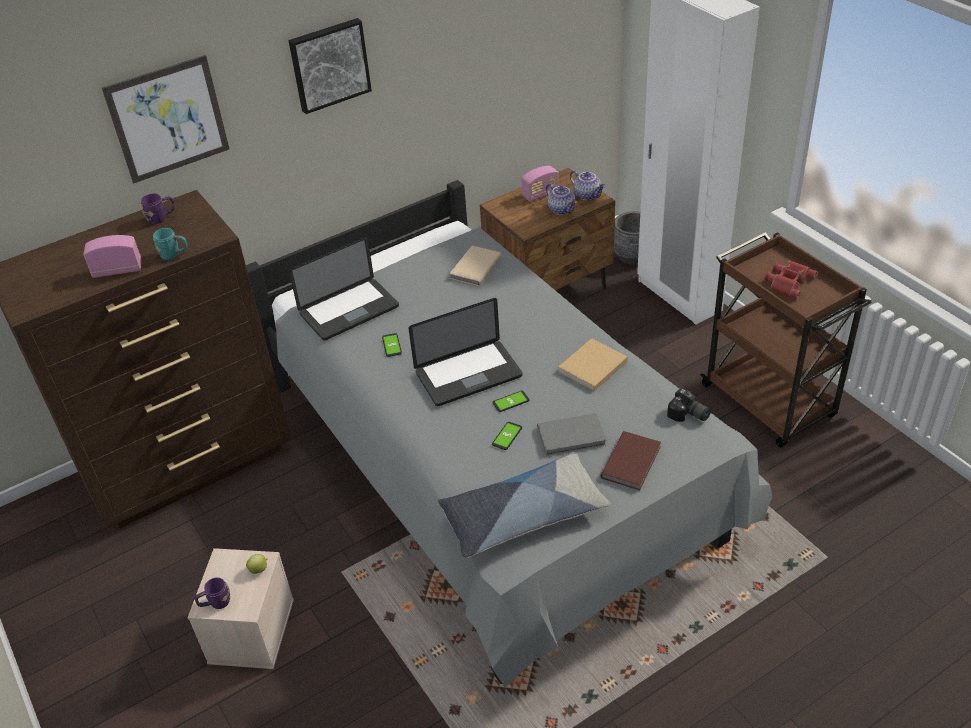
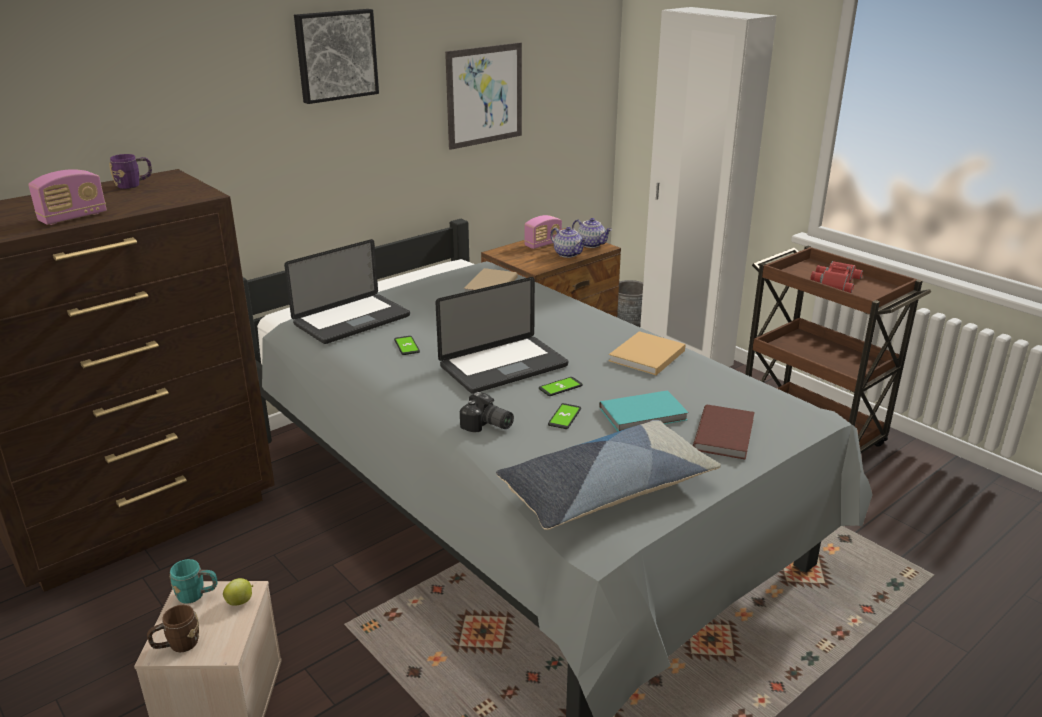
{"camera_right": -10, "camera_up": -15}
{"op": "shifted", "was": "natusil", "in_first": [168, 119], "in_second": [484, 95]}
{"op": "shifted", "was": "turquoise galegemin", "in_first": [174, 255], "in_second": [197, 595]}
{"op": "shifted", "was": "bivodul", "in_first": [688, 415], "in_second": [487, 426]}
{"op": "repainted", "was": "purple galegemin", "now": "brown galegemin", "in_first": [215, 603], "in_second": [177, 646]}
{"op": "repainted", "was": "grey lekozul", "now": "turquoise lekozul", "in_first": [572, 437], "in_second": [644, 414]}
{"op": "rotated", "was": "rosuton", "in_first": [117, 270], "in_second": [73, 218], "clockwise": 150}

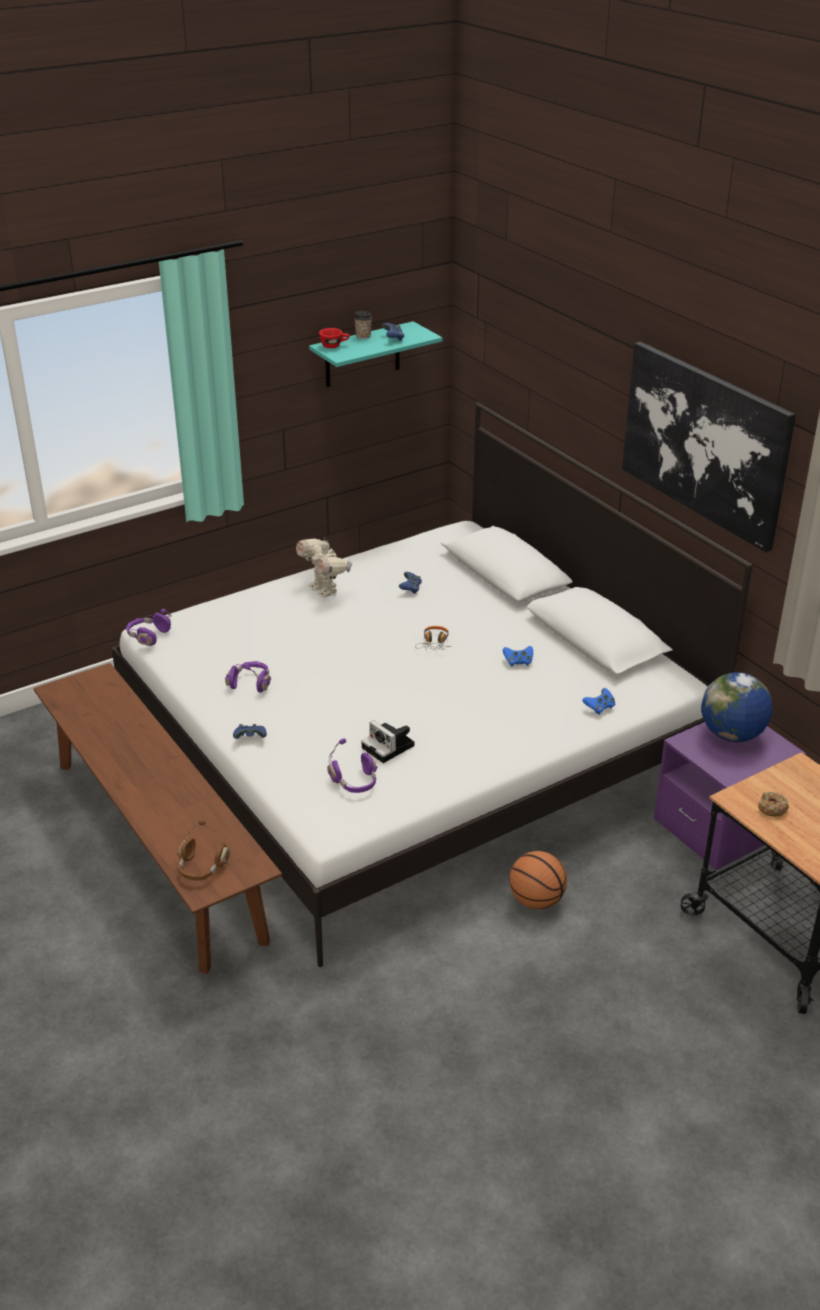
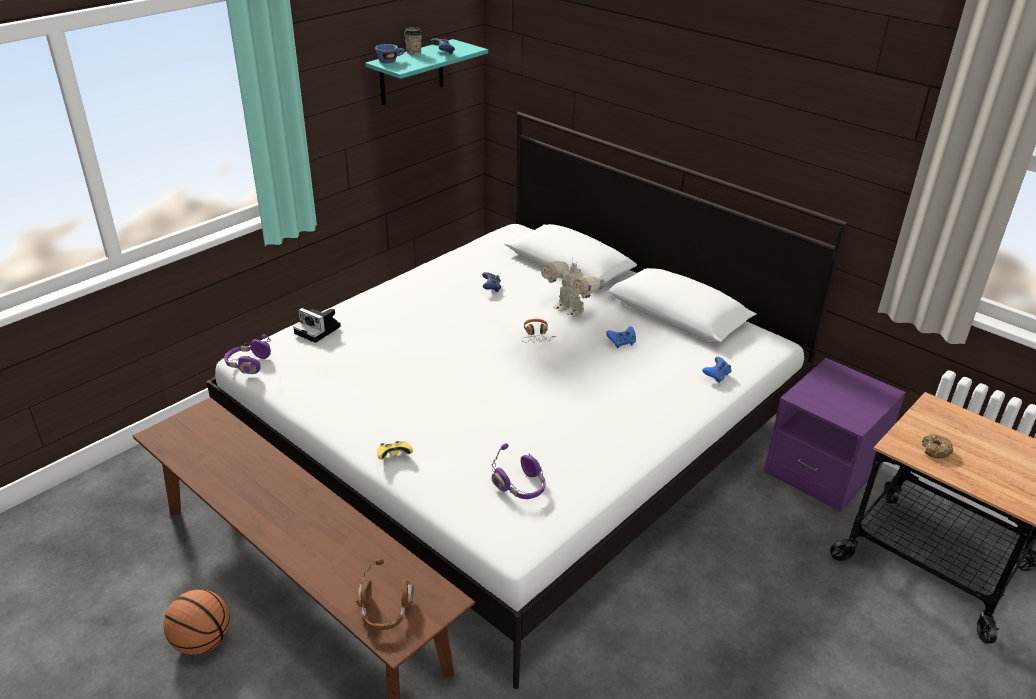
{"camera_right": -15, "camera_up": 0}
{"op": "gone", "was": "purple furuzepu", "in_first": [251, 683]}
{"op": "gone", "was": "natusil", "in_first": [704, 443]}
{"op": "gone", "was": "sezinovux", "in_first": [732, 735]}
{"op": "shifted", "was": "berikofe", "in_first": [325, 589], "in_second": [570, 309]}
{"op": "shifted", "was": "bivodul", "in_first": [389, 747], "in_second": [319, 330]}
{"op": "shifted", "was": "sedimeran", "in_first": [536, 900], "in_second": [202, 641]}
{"op": "repainted", "was": "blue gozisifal", "now": "yellow gozisifal", "in_first": [250, 738], "in_second": [394, 457]}
{"op": "repainted", "was": "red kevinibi", "now": "blue kevinibi", "in_first": [334, 346], "in_second": [390, 61]}

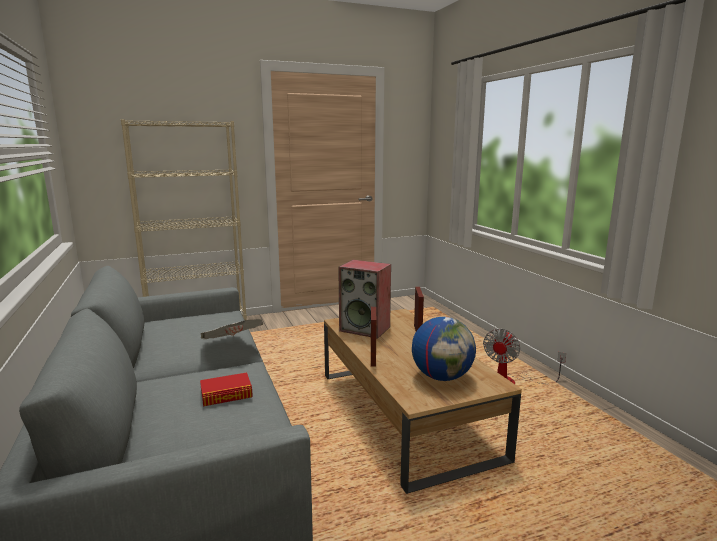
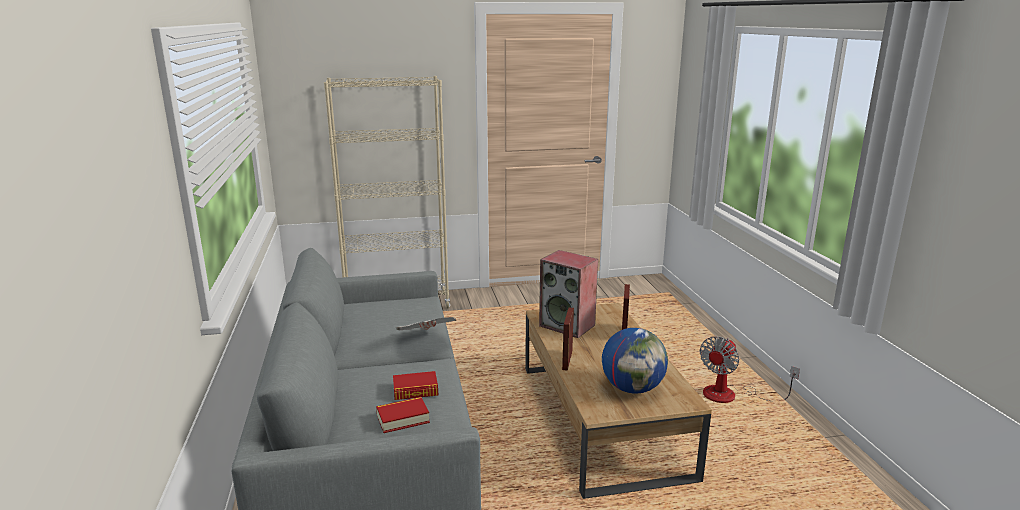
{"camera_right": 10, "camera_up": 5}
{"op": "new", "now": "lekozul", "in_second": [403, 419]}

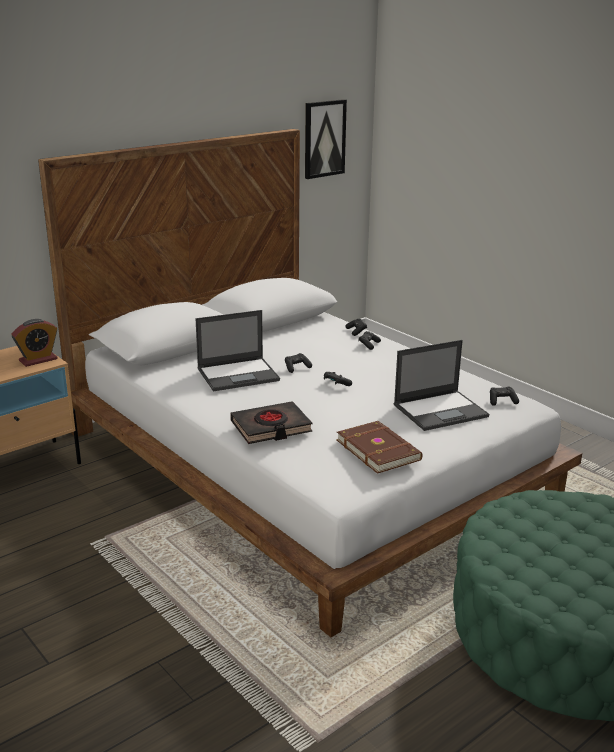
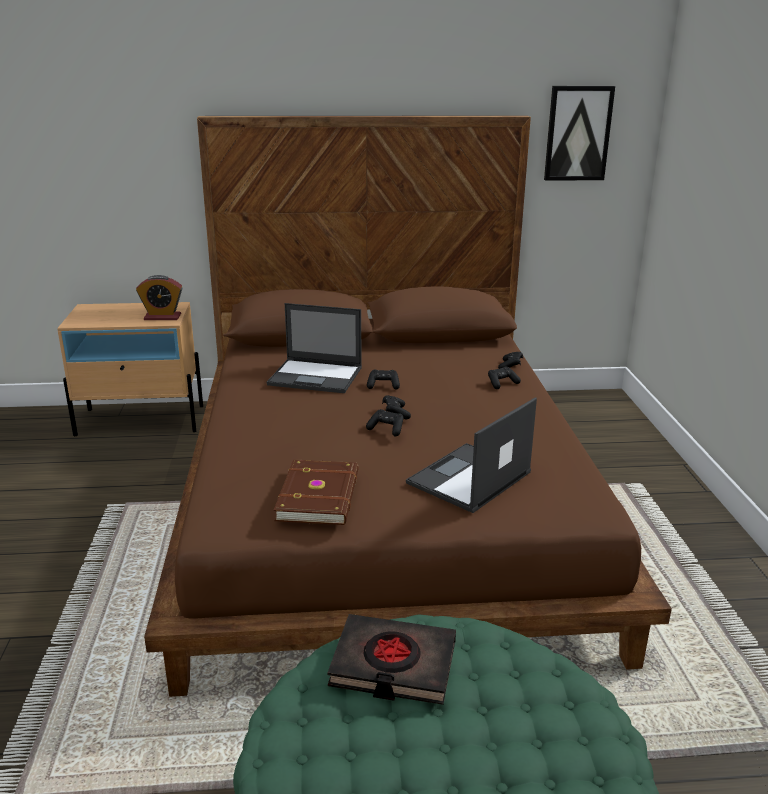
{"camera_right": 35, "camera_up": 0}
{"op": "shifted", "was": "black lekozul", "in_first": [271, 427], "in_second": [393, 665]}
{"op": "shifted", "was": "black gozisifal", "in_first": [502, 401], "in_second": [386, 429]}
{"op": "repainted", "was": "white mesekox", "now": "brown mesekox", "in_first": [306, 464], "in_second": [384, 503]}
{"op": "rotated", "was": "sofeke", "in_first": [441, 410], "in_second": [468, 478], "clockwise": 120}

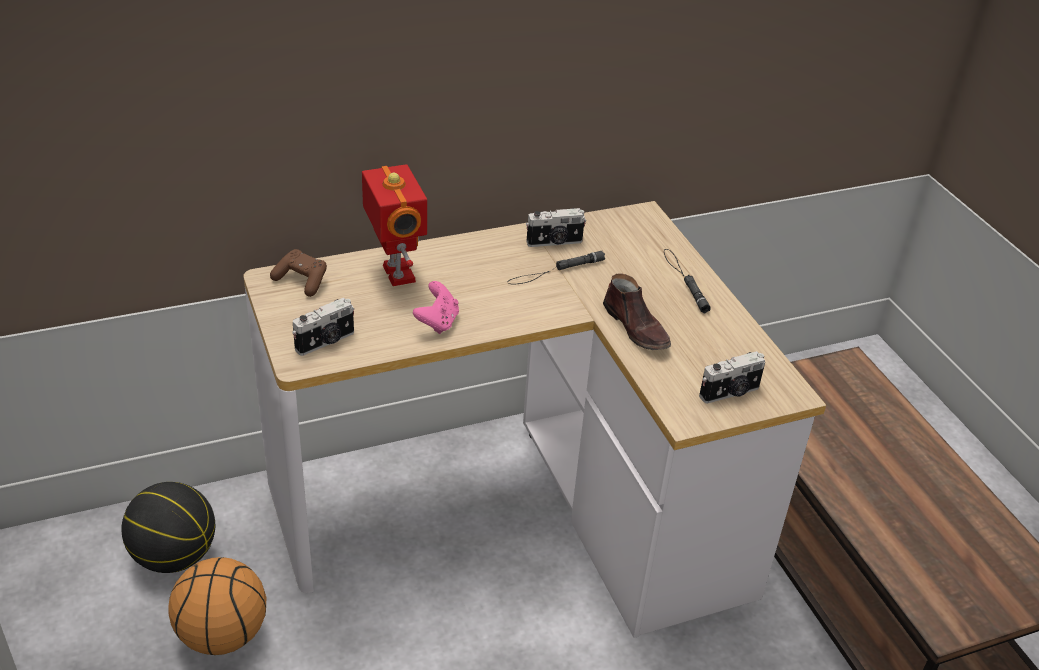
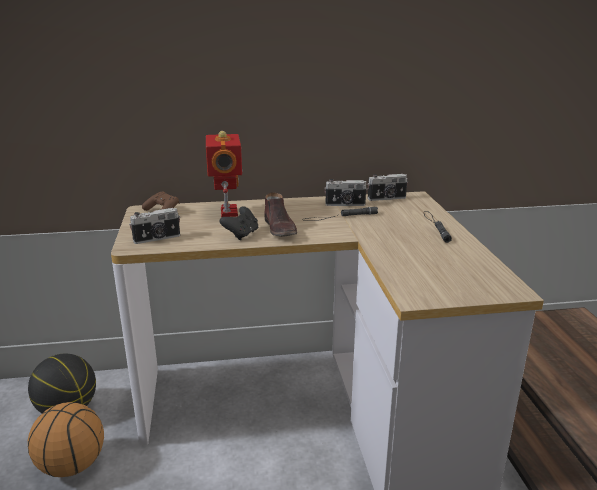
{"camera_right": 15, "camera_up": -15}
{"op": "shifted", "was": "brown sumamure", "in_first": [637, 328], "in_second": [280, 229]}
{"op": "shifted", "was": "bivodul", "in_first": [730, 393], "in_second": [387, 198]}
{"op": "repainted", "was": "pink gozisifal", "now": "black gozisifal", "in_first": [437, 322], "in_second": [241, 235]}

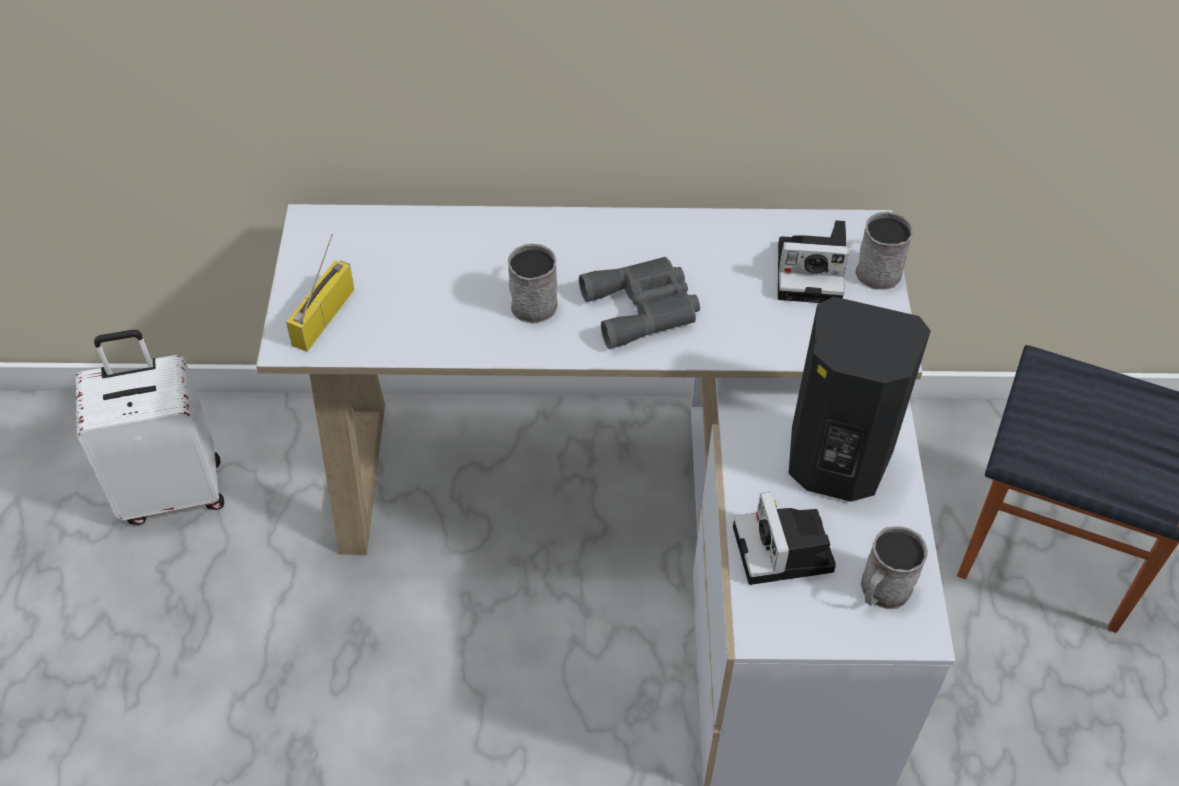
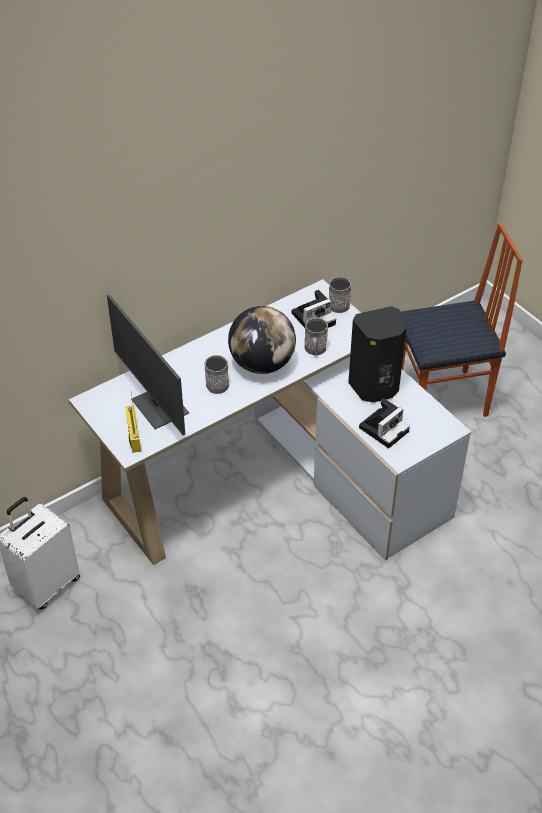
{"camera_right": -35, "camera_up": -5}
{"op": "new", "now": "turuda", "in_second": [158, 407]}
{"op": "shifted", "was": "grey galegemin", "in_first": [882, 591], "in_second": [315, 350]}
{"op": "swapped", "was": "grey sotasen", "now": "sezinovux", "in_first": [644, 308], "in_second": [262, 364]}
{"op": "rotated", "was": "bivodul", "in_first": [785, 552], "in_second": [384, 428], "clockwise": -90}

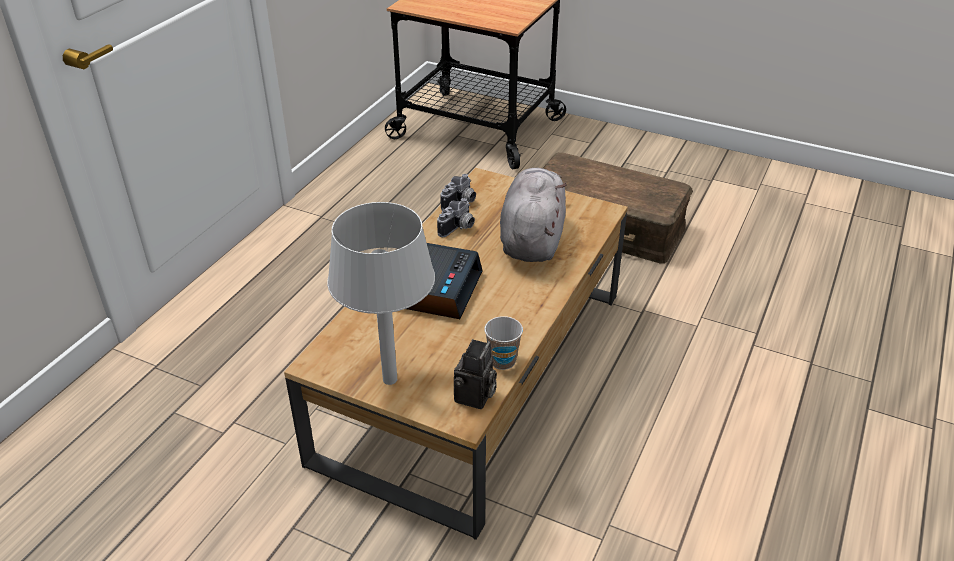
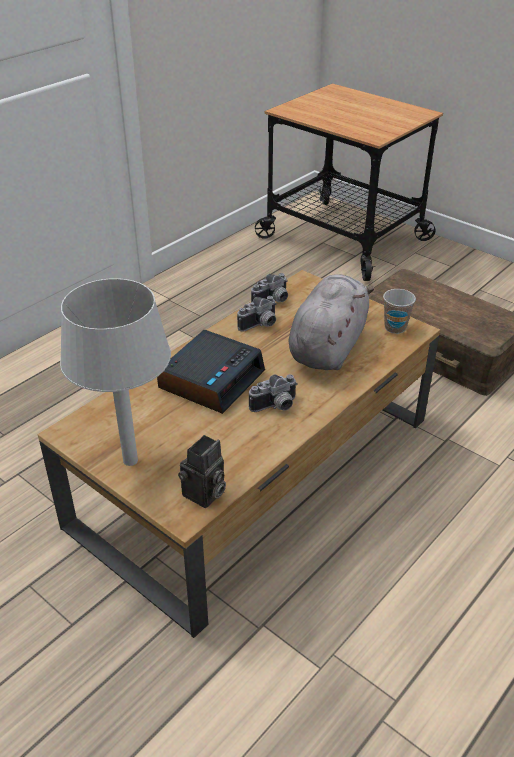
{"camera_right": 15, "camera_up": 0}
{"op": "new", "now": "bivodul", "in_second": [276, 407]}
{"op": "shifted", "was": "kevinibi", "in_first": [502, 361], "in_second": [395, 327]}

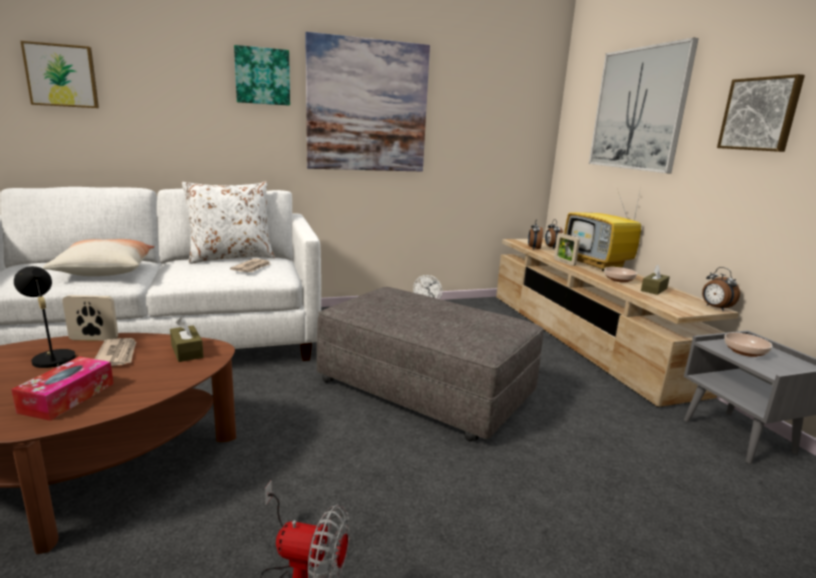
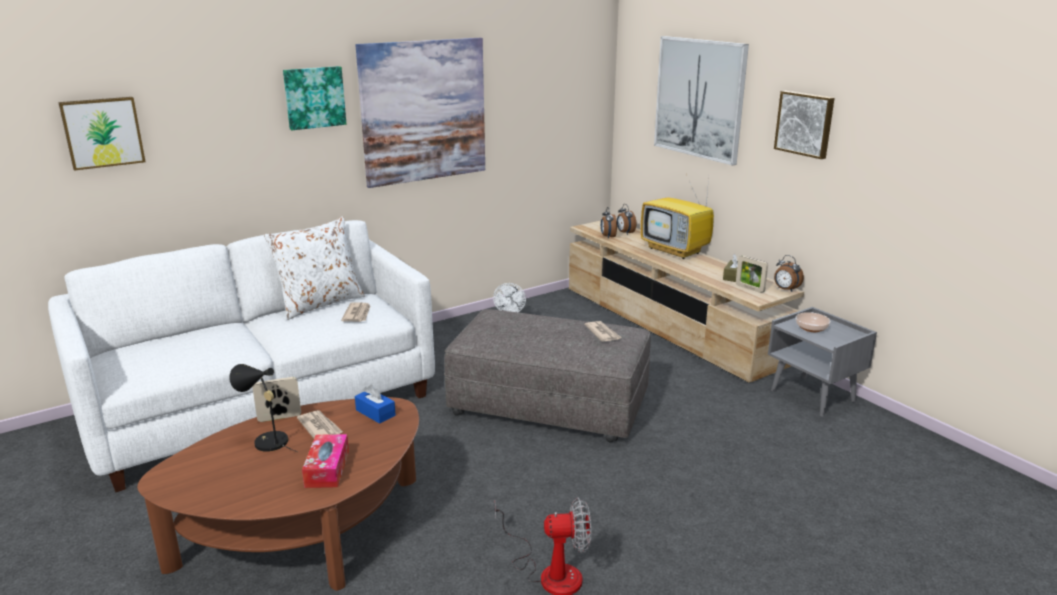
{"camera_right": -15, "camera_up": 5}
{"op": "gone", "was": "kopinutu", "in_first": [106, 270]}
{"op": "gone", "was": "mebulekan", "in_first": [619, 279]}
{"op": "new", "now": "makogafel", "in_second": [602, 333]}
{"op": "shifted", "was": "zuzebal", "in_first": [564, 262], "in_second": [749, 288]}
{"op": "repainted", "was": "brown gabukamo", "now": "blue gabukamo", "in_first": [187, 351], "in_second": [375, 413]}

